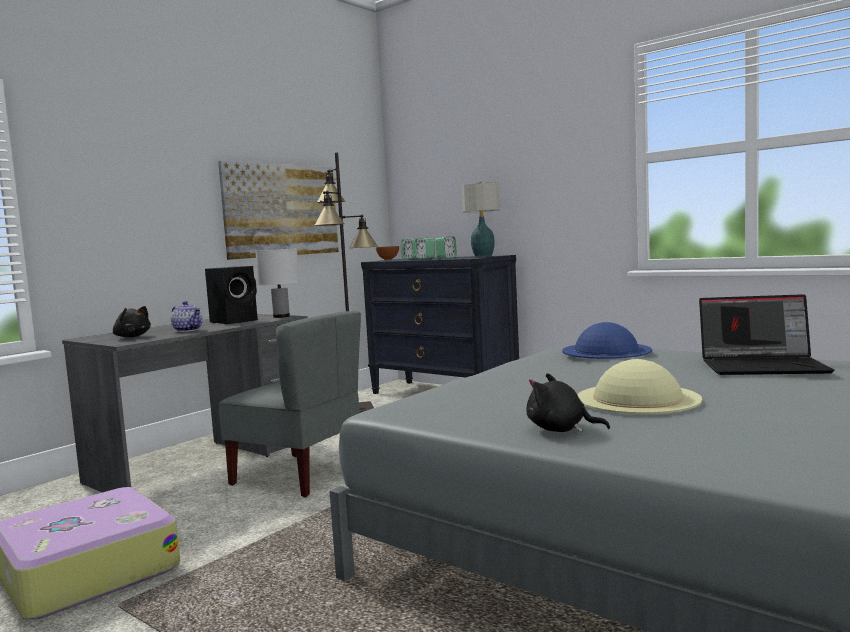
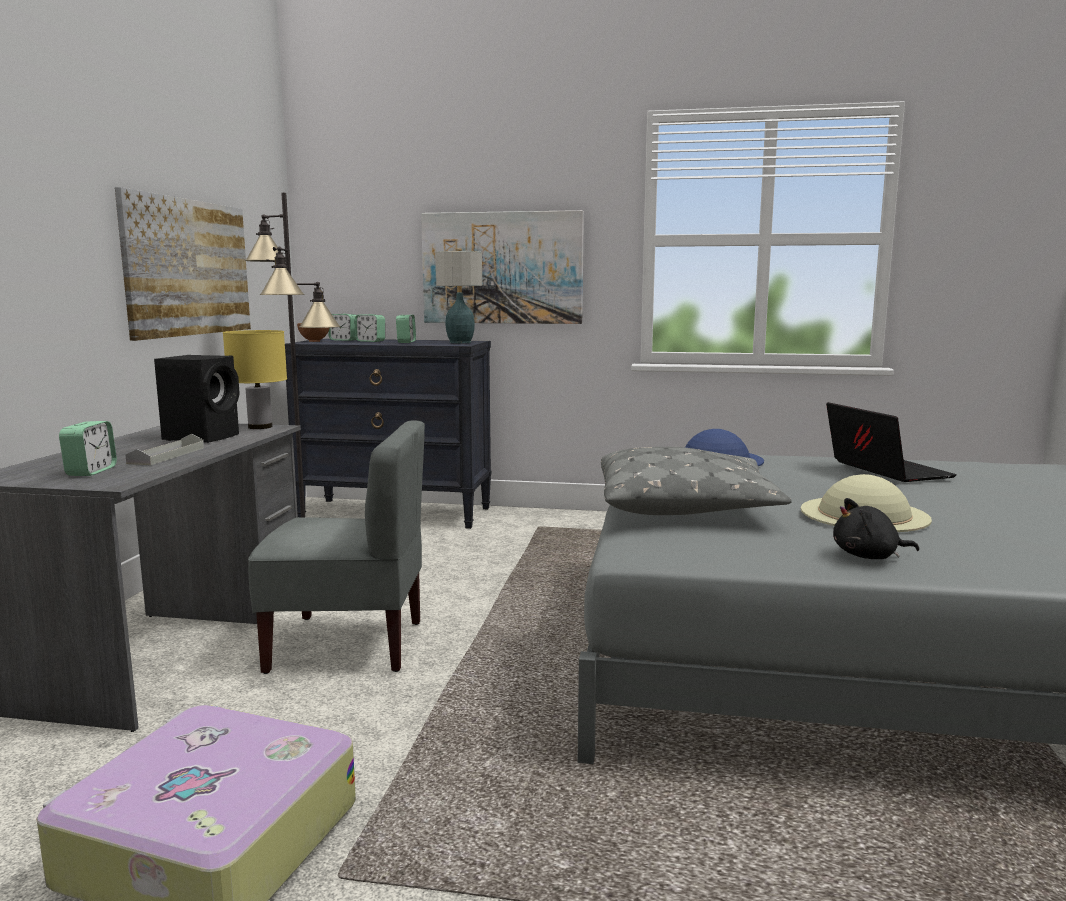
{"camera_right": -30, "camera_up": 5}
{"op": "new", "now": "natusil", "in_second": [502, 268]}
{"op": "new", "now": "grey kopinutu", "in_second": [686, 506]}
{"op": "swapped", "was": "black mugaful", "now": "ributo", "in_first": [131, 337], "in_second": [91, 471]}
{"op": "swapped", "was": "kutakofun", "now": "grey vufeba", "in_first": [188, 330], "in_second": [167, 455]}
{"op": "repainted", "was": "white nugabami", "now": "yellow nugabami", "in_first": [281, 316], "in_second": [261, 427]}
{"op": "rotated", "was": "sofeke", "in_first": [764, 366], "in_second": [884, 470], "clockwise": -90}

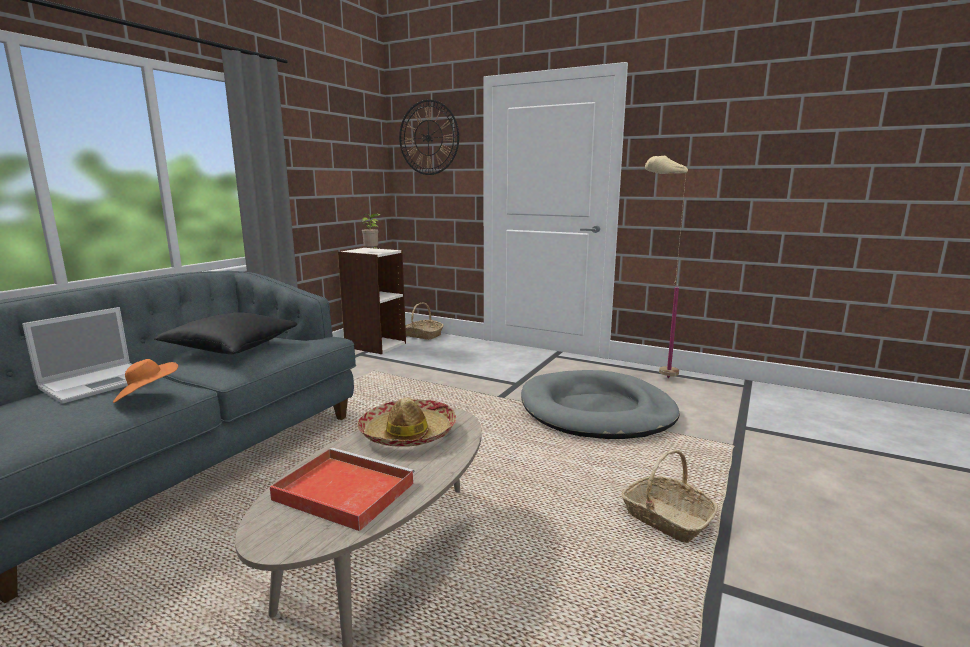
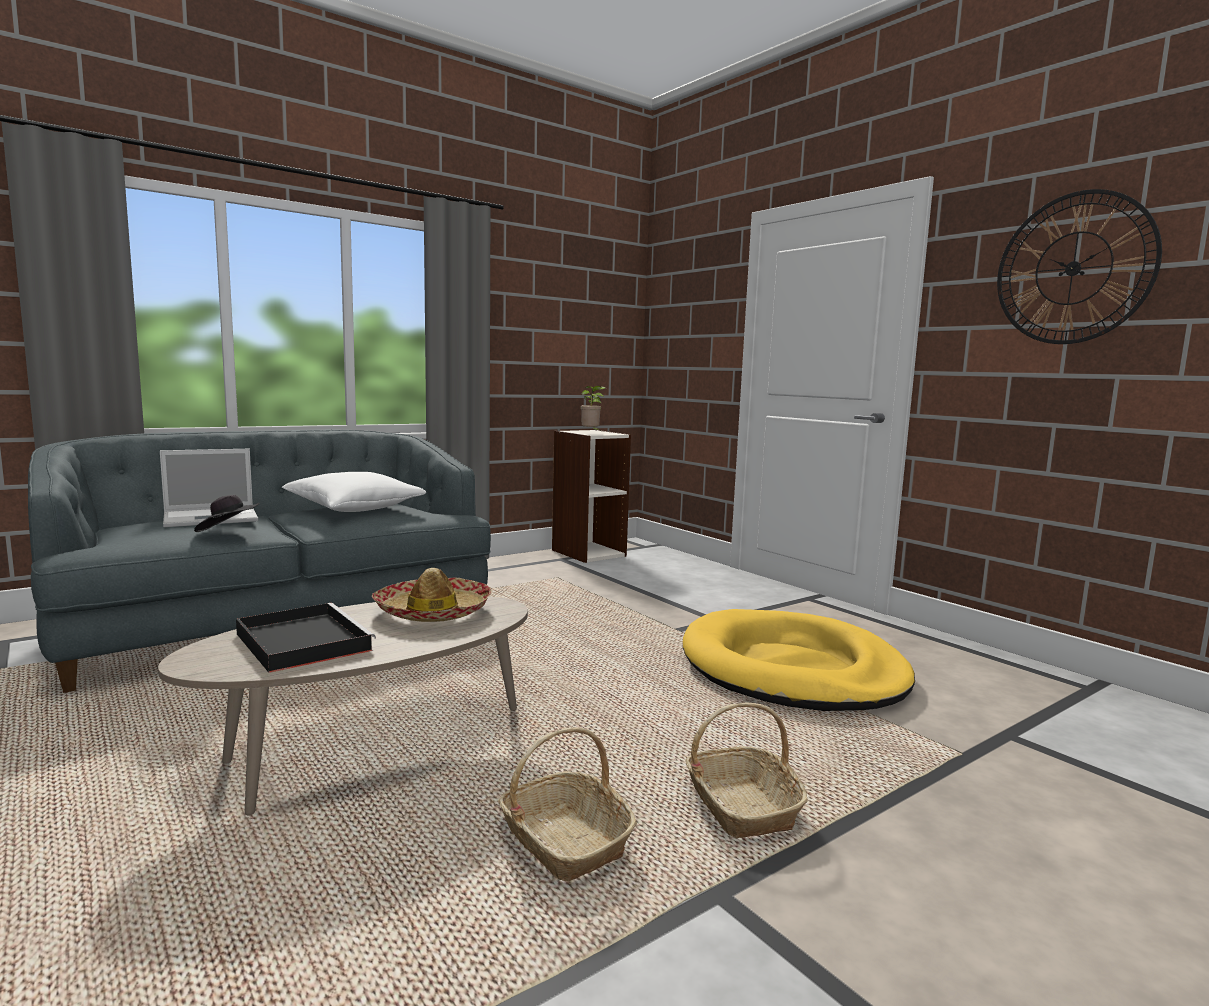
{"camera_right": 25, "camera_up": -5}
{"op": "gone", "was": "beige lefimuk", "in_first": [653, 380]}
{"op": "shifted", "was": "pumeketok", "in_first": [428, 138], "in_second": [1073, 268]}
{"op": "shifted", "was": "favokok", "in_first": [423, 335], "in_second": [563, 841]}
{"op": "repainted", "was": "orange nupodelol", "now": "black nupodelol", "in_first": [147, 396], "in_second": [229, 532]}
{"op": "repainted", "was": "black kopinutu", "now": "white kopinutu", "in_first": [231, 348], "in_second": [354, 509]}
{"op": "repainted", "was": "red vufeba", "now": "black vufeba", "in_first": [341, 491], "in_second": [301, 641]}
{"op": "repainted", "was": "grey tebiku", "now": "yellow tebiku", "in_first": [597, 411], "in_second": [792, 669]}

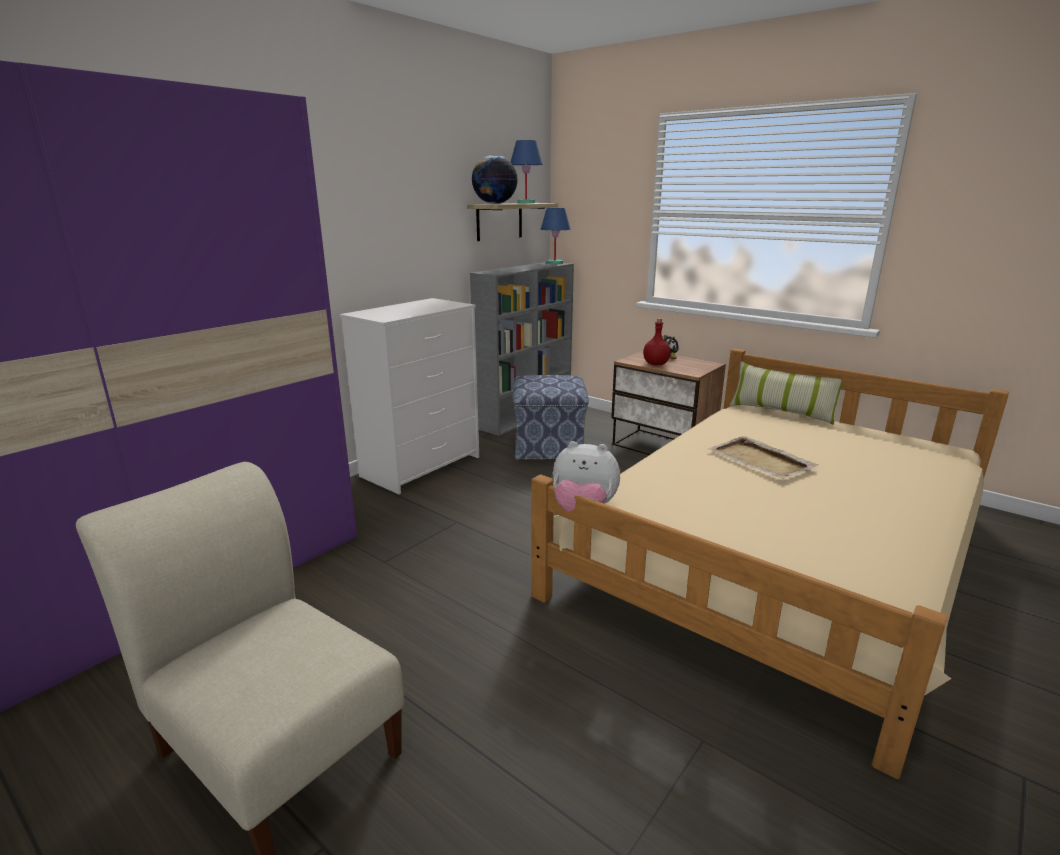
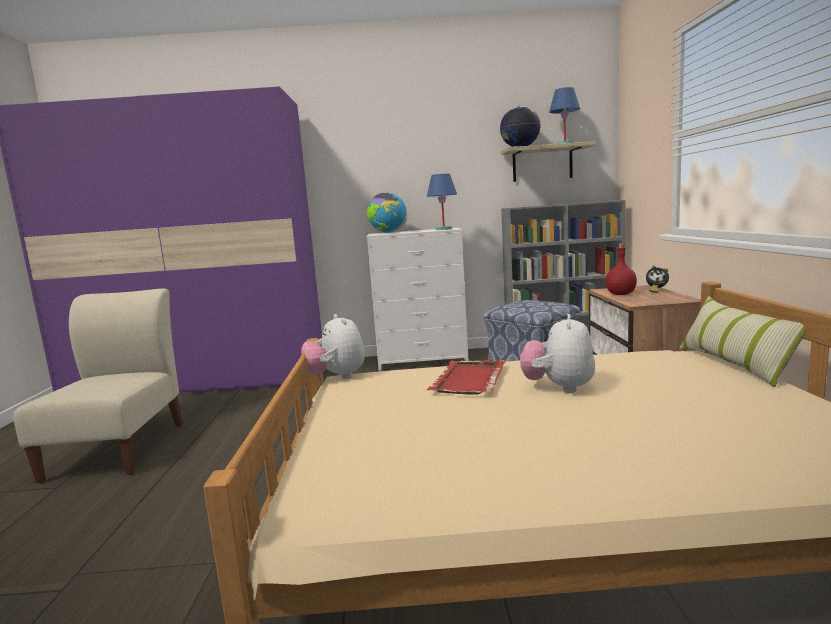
{"camera_right": 50, "camera_up": -10}
{"op": "new", "now": "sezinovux", "in_second": [388, 232]}
{"op": "new", "now": "red vufeba", "in_second": [468, 380]}
{"op": "shifted", "was": "blue nugabami", "in_first": [555, 263], "in_second": [444, 229]}
{"op": "swapped", "was": "beige vufeba", "now": "mugaful", "in_first": [761, 461], "in_second": [558, 388]}

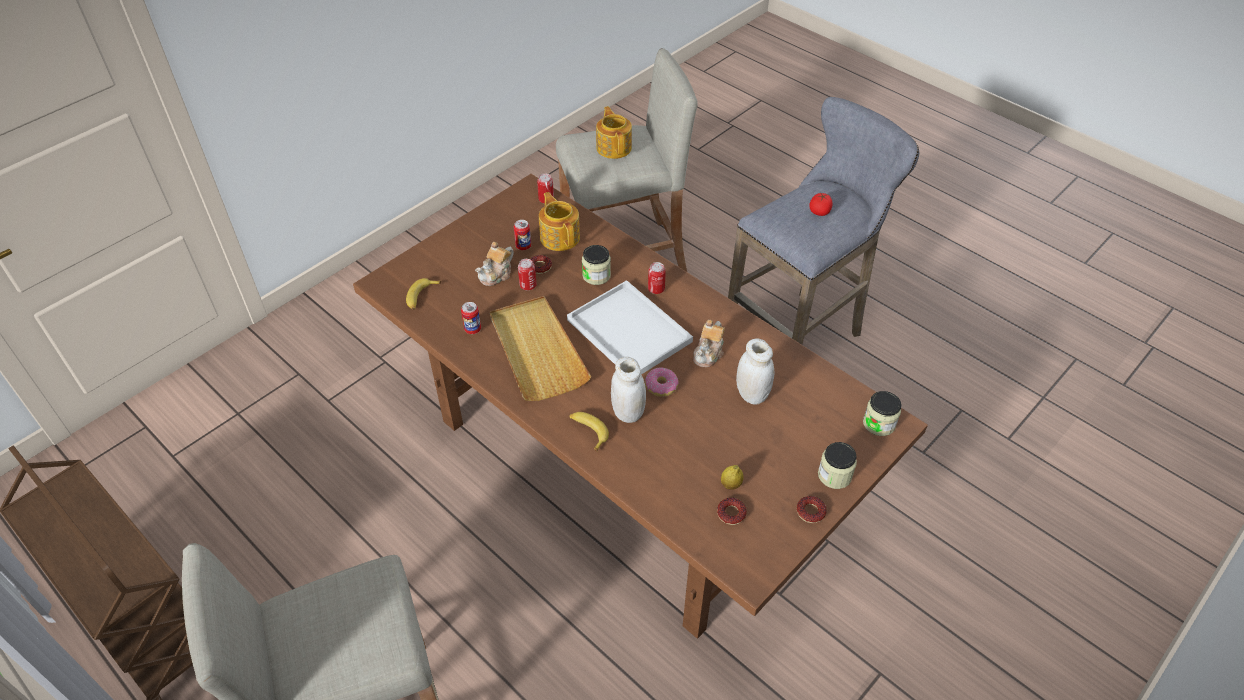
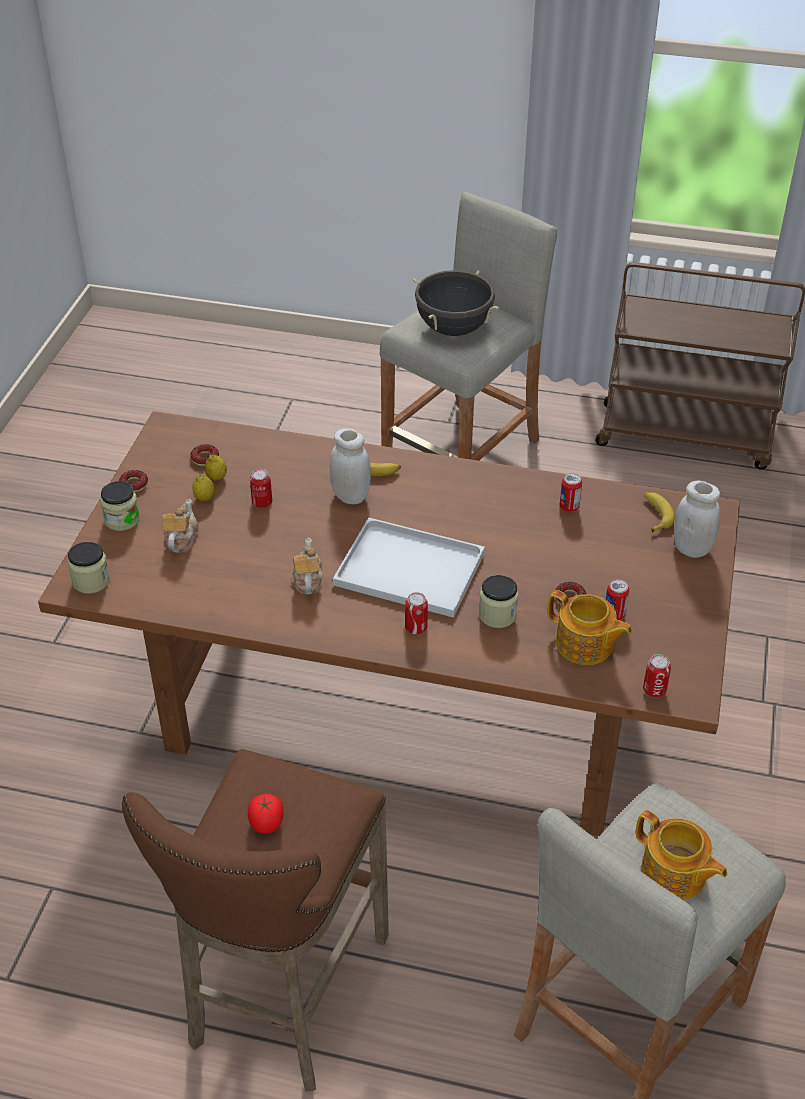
{"camera_right": 150, "camera_up": -5}
{"op": "gone", "was": "beige vufeba", "in_first": [537, 351]}
{"op": "gone", "was": "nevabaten", "in_first": [661, 386]}
{"op": "new", "now": "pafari", "in_second": [205, 498]}
{"op": "new", "now": "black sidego", "in_second": [453, 329]}
{"op": "shifted", "was": "kutakofun", "in_first": [497, 275], "in_second": [181, 539]}
{"op": "shifted", "was": "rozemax", "in_first": [528, 285], "in_second": [262, 502]}
{"op": "shifted", "was": "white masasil", "in_first": [752, 394], "in_second": [692, 548]}
{"op": "repainted", "was": "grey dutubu", "now": "brown dutubu", "in_first": [798, 334], "in_second": [284, 998]}

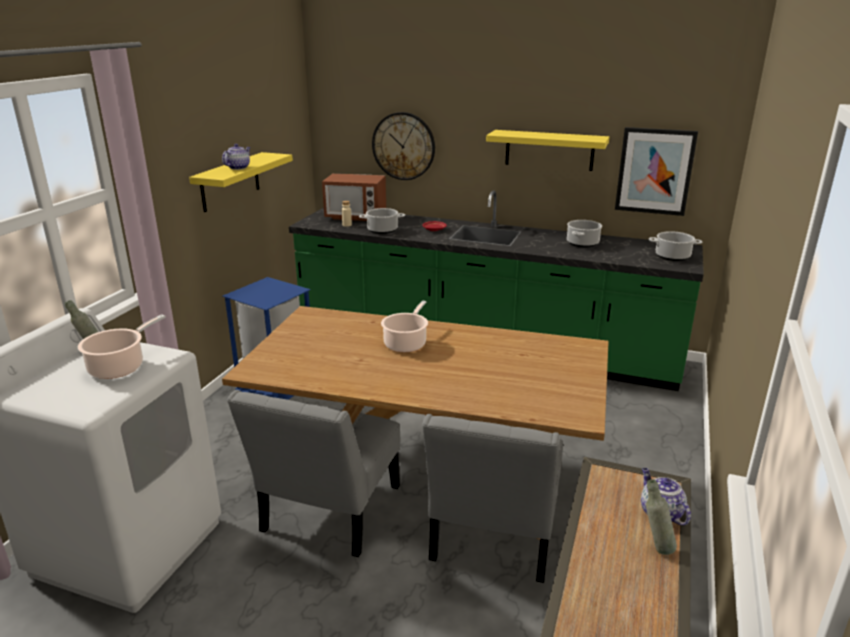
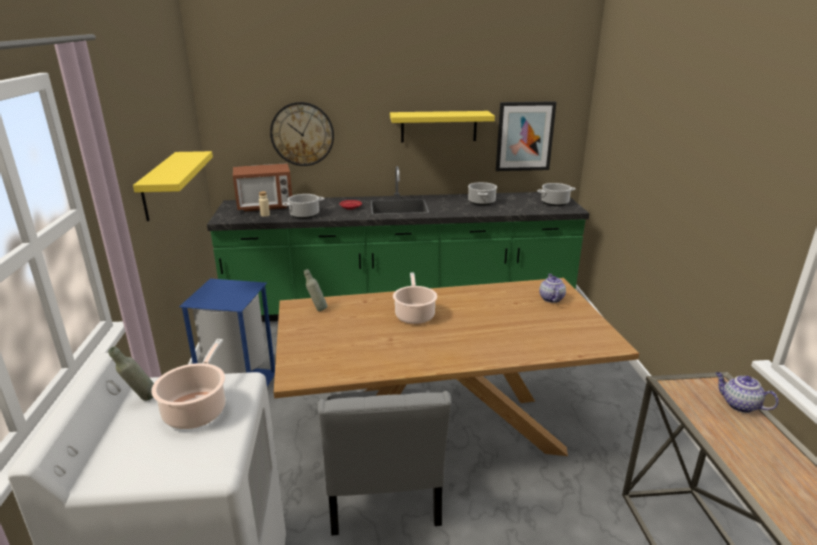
{"camera_right": -25, "camera_up": 0}
{"op": "gone", "was": "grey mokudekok", "in_first": [492, 537]}
{"op": "shifted", "was": "kutakofun", "in_first": [238, 167], "in_second": [551, 298]}
{"op": "shifted", "was": "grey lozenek", "in_first": [655, 547], "in_second": [317, 309]}

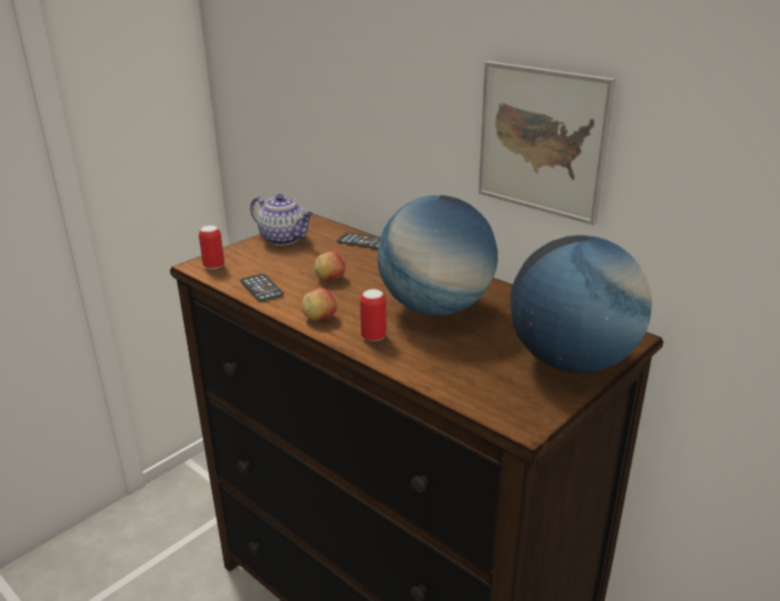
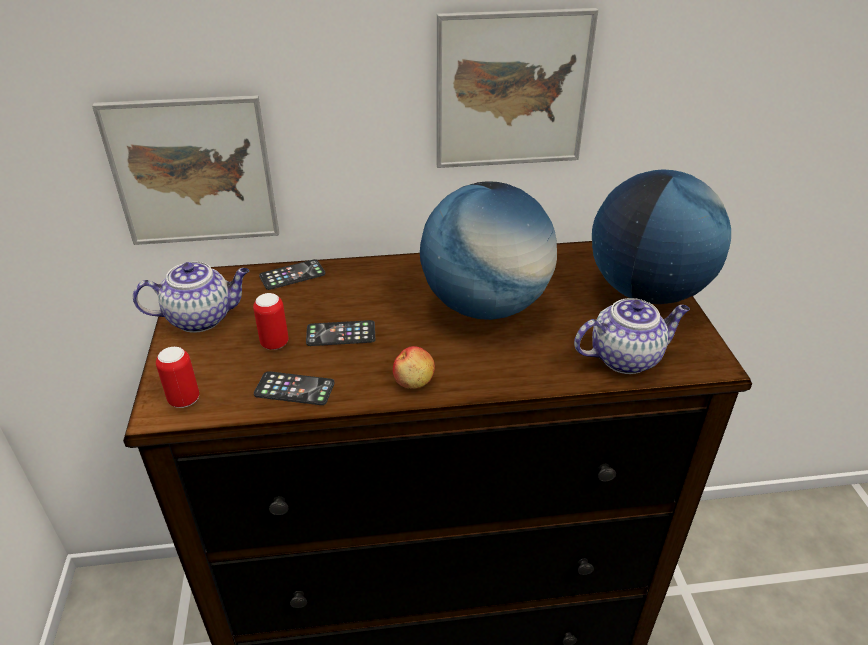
{"camera_right": -50, "camera_up": 10}
{"op": "new", "now": "natusil", "in_second": [193, 172]}
{"op": "new", "now": "kutakofun", "in_second": [626, 357]}
{"op": "shifted", "was": "rozemax", "in_first": [373, 337], "in_second": [274, 343]}
{"op": "swapped", "was": "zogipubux", "now": "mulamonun", "in_first": [330, 278], "in_second": [341, 334]}

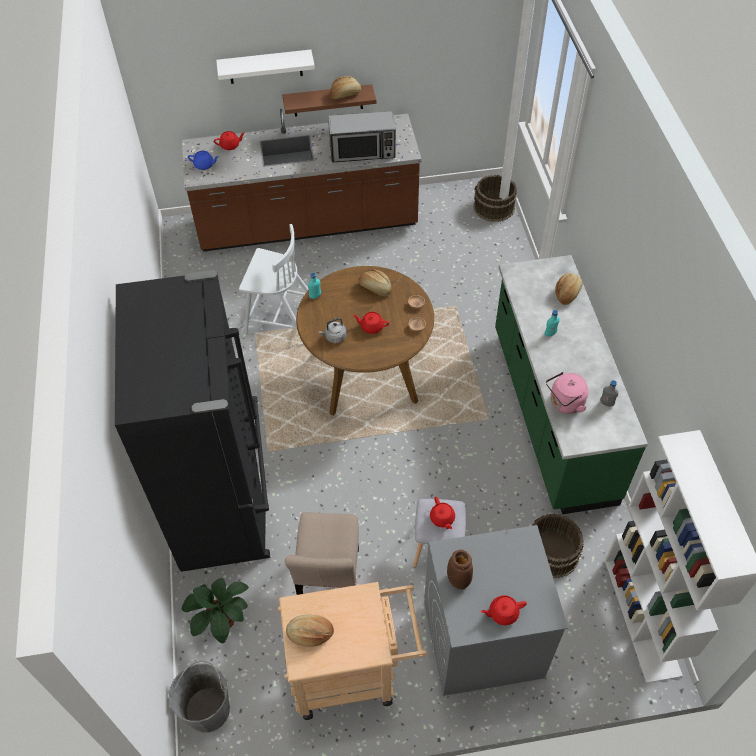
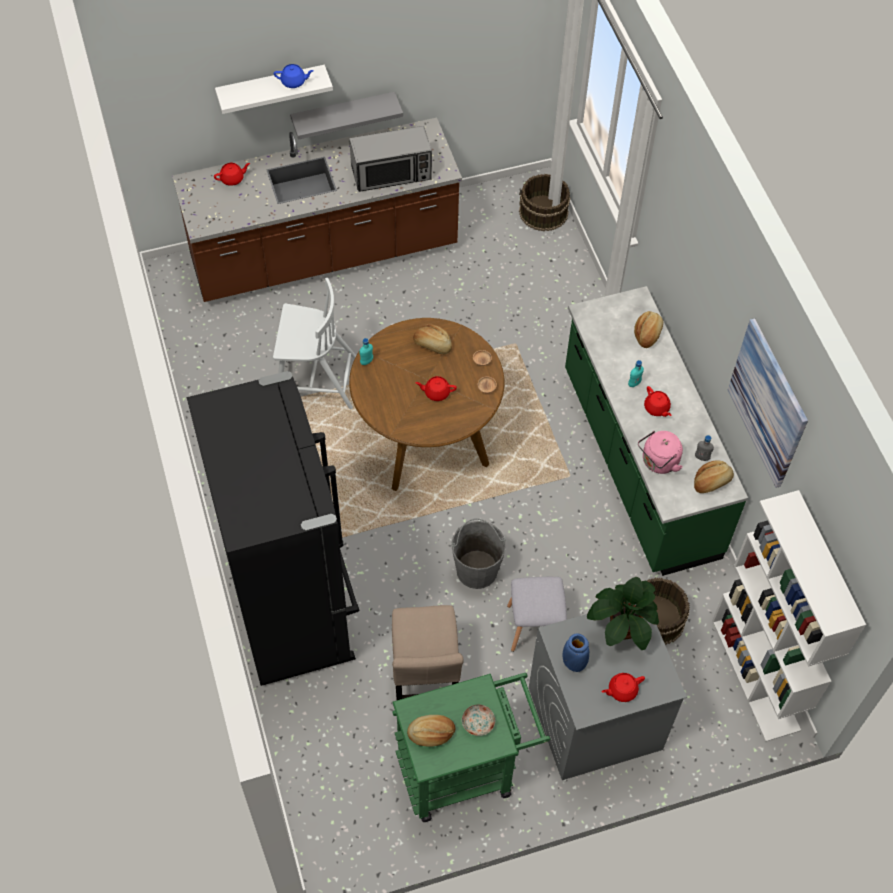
{"camera_right": -10, "camera_up": 5}
{"op": "gone", "was": "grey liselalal", "in_first": [334, 337]}
{"op": "new", "now": "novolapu", "in_second": [478, 722]}
{"op": "new", "now": "natusil", "in_second": [768, 403]}
{"op": "shifted", "was": "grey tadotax", "in_first": [208, 709], "in_second": [477, 569]}
{"op": "shifted", "was": "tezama", "in_first": [220, 620], "in_second": [622, 627]}
{"op": "shifted", "was": "blue kutakofun", "in_first": [204, 165], "in_second": [294, 82]}
{"op": "shifted", "was": "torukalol", "in_first": [345, 94], "in_second": [712, 482]}
{"op": "shifted", "was": "red kutakofun", "in_first": [442, 518], "in_second": [656, 408]}
{"op": "repainted", "was": "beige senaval", "now": "green senaval", "in_first": [353, 672], "in_second": [465, 769]}
{"op": "repainted", "was": "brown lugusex", "now": "grey lugusex", "in_first": [328, 100], "in_second": [343, 114]}
{"op": "repainted", "was": "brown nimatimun", "now": "blue nimatimun", "in_first": [458, 579], "in_second": [574, 662]}

